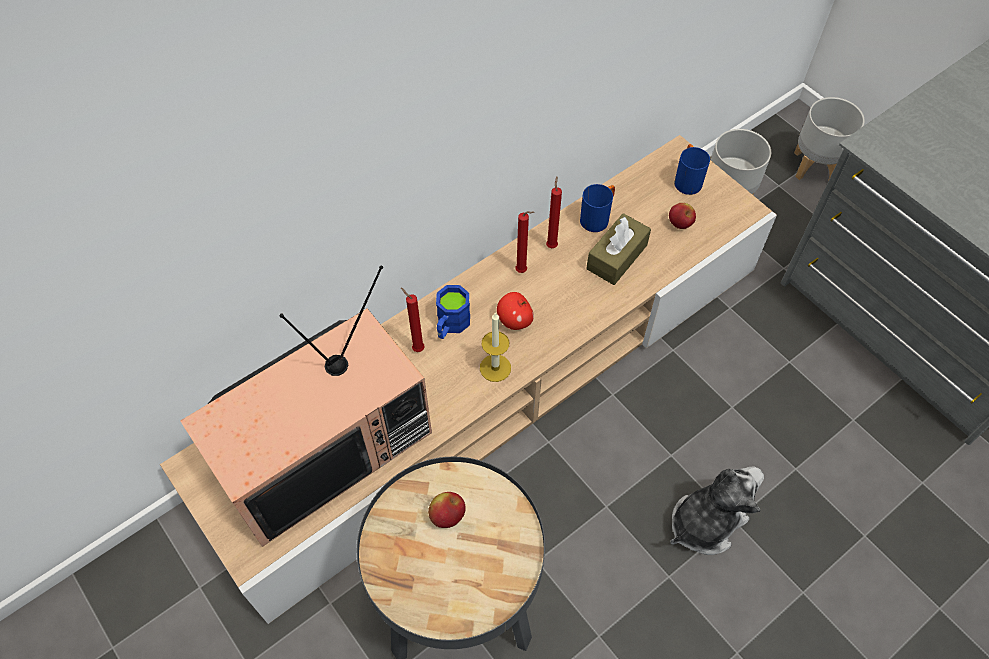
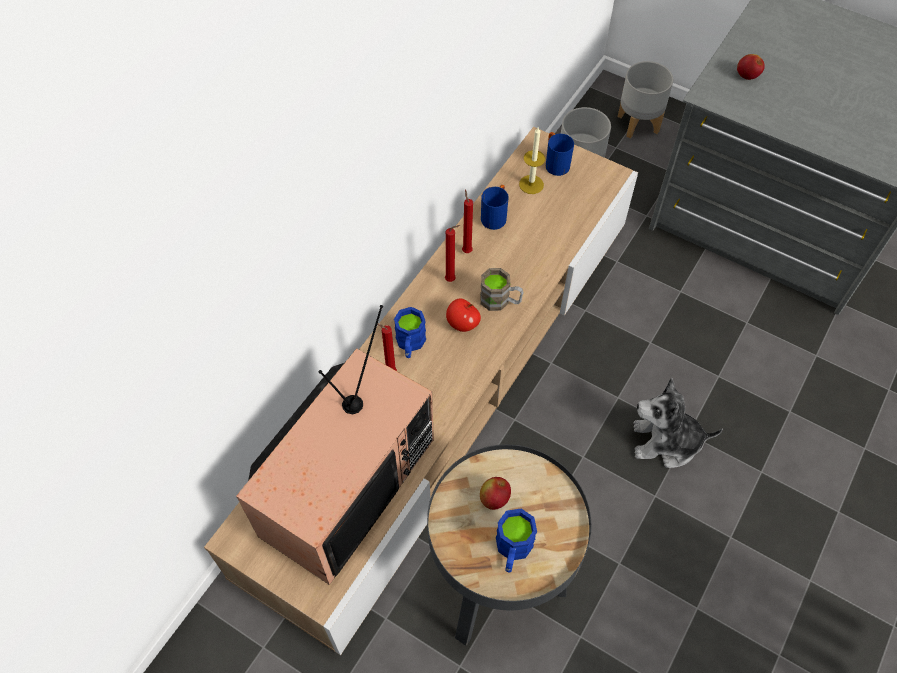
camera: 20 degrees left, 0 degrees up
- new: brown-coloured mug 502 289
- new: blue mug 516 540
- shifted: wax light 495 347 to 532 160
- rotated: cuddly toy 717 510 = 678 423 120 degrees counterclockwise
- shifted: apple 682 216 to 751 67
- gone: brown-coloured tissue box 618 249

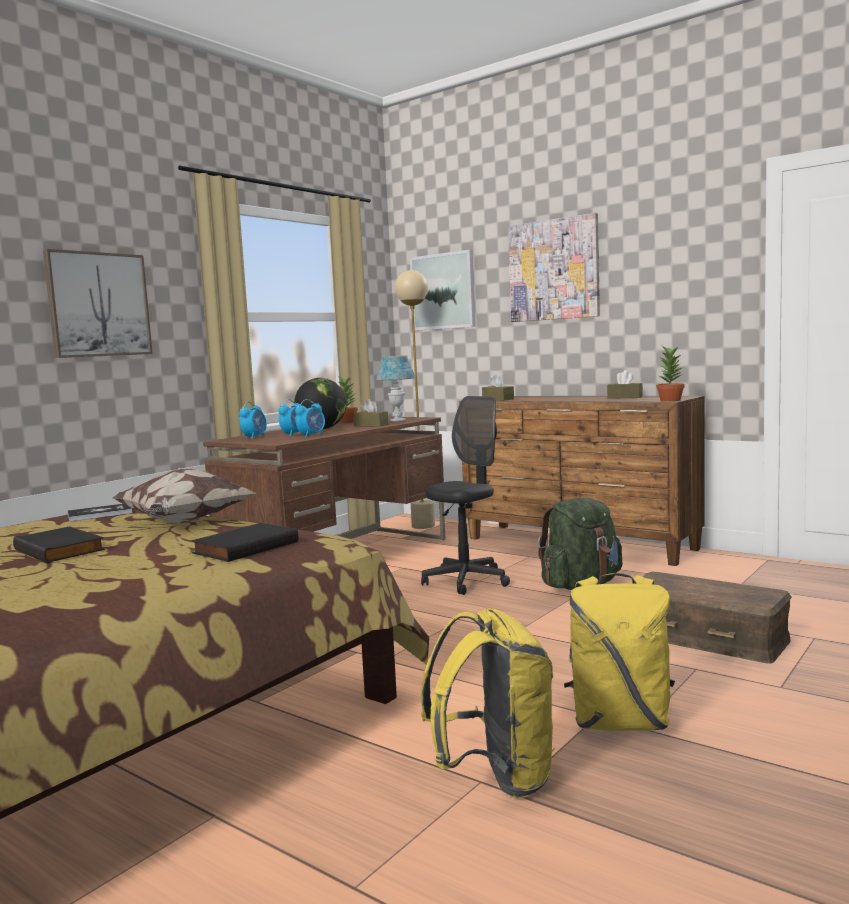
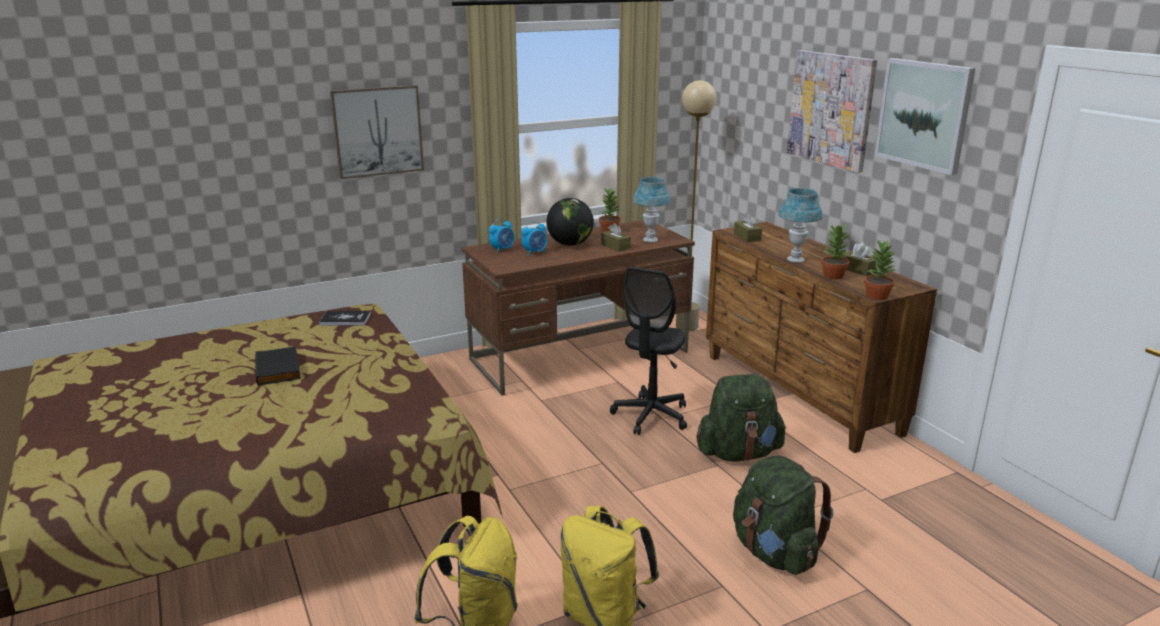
camera: 25 degrees right, 15 degrees up
- rotated: blackish computer chair 465 495 = 648 351 135 degrees clockwise
- swapped: brown-coloured storage bin 717 618 to greenish rucksack 783 515
- new: blue lamp for a table 801 225
- new: plant in a pot 835 252
- shifted: wall art 443 290 to 925 116
- gone: cushion 184 495
- gone: blackish book 244 542
- gone: alarm clock 310 418

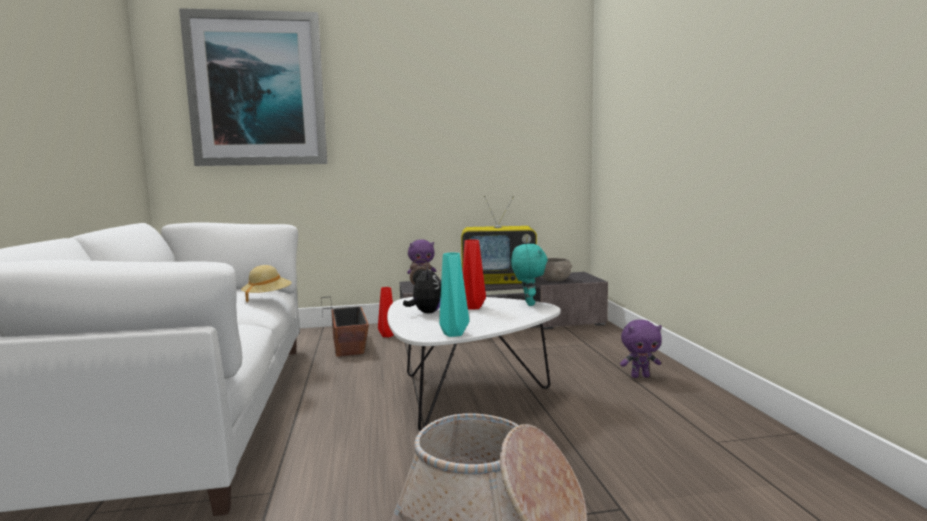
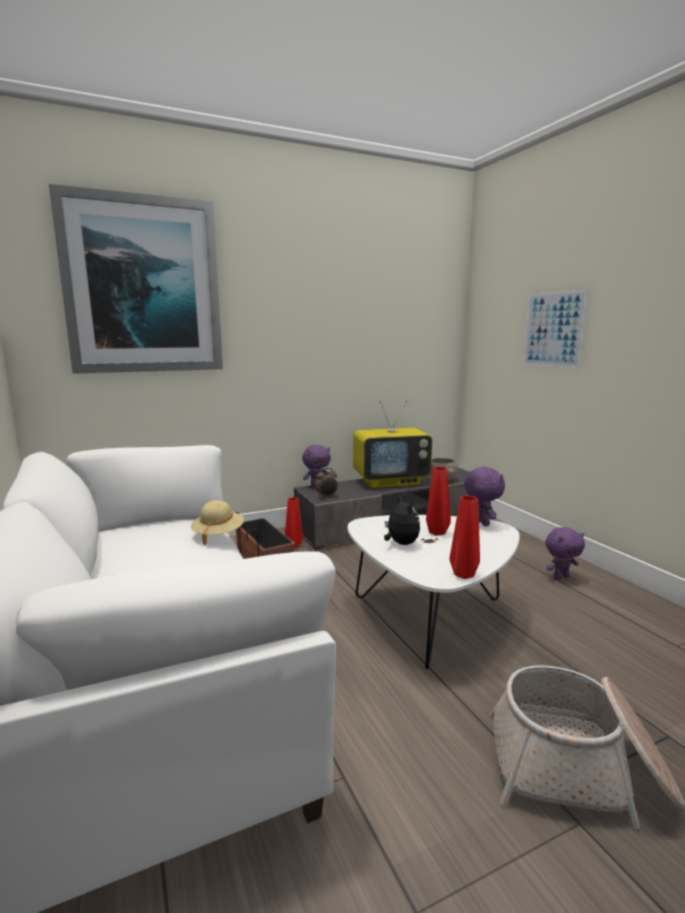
camera: 15 degrees left, 5 degrees up
- repainted: turquoise vase 454 295 to red-coloured vase 465 537
- repainted: turquoise cuddly toy 529 275 to purple-coloured cuddly toy 484 496
- new: wall art 555 329

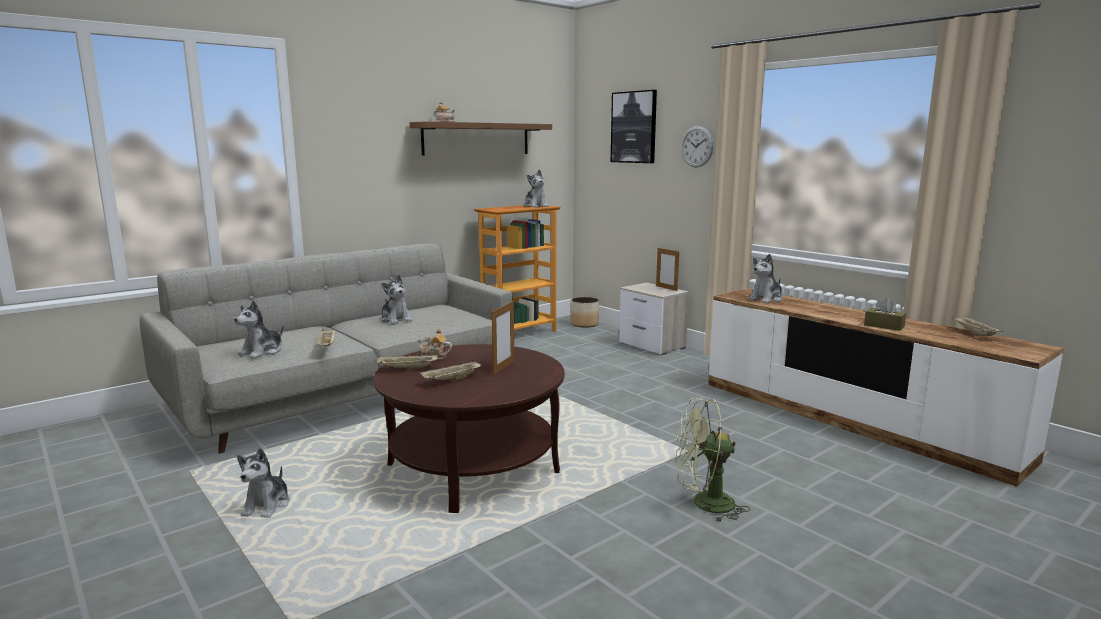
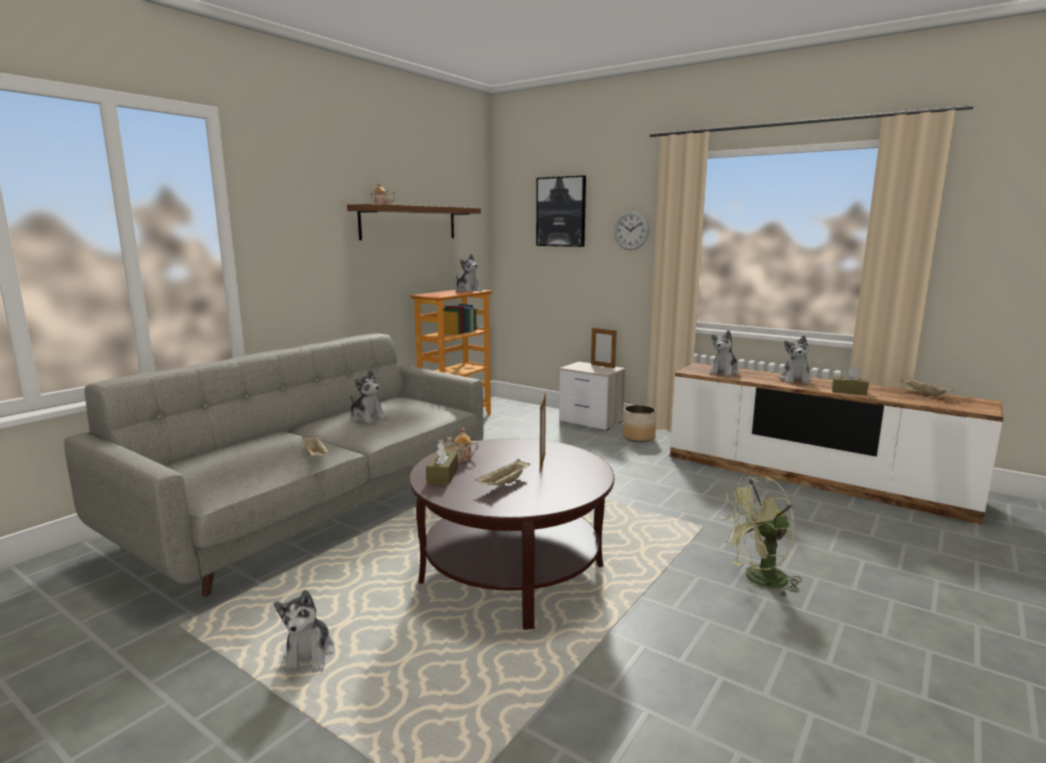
camera: 15 degrees left, 0 degrees up
- swapped: beige-coloured carrying tray 407 362 to brown-coloured tissue box 442 463
- shifted: planter 585 312 to 639 423
- shifted: cuddly toy 259 329 to 795 359

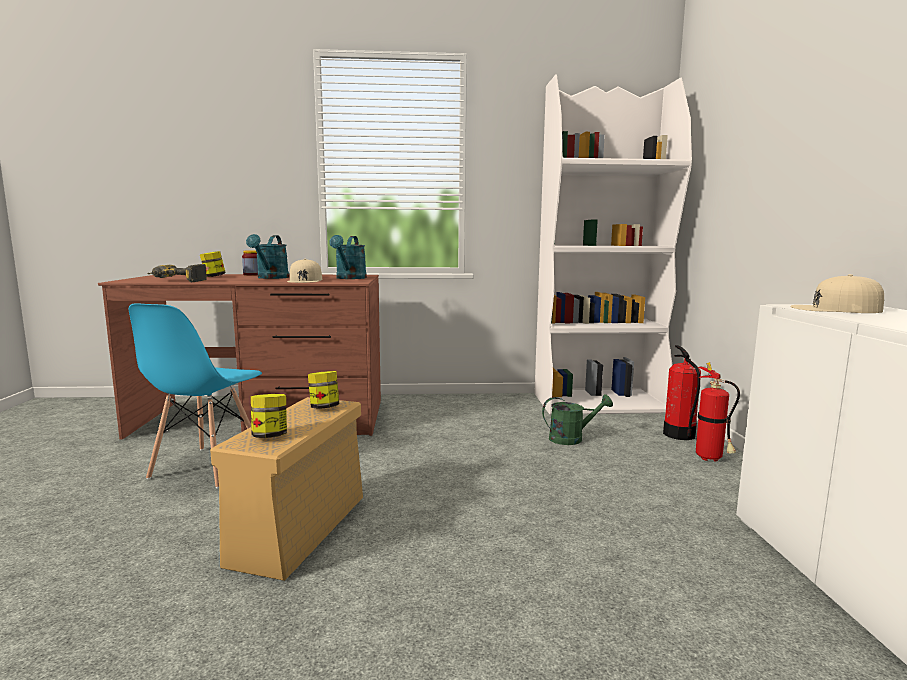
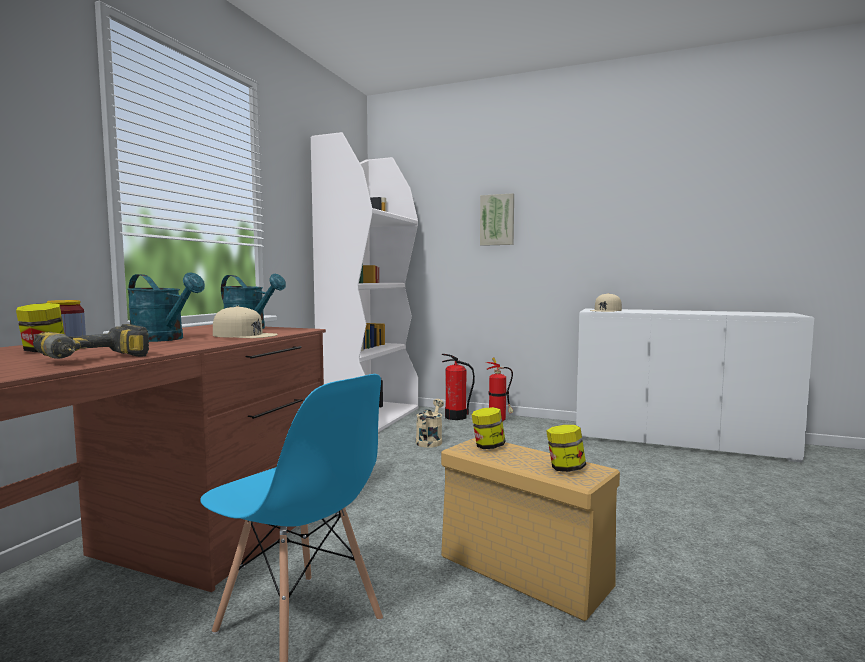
camera: 65 degrees left, 5 degrees down
- repainted: greenish watering can 577 419 to beige-coloured watering can 430 423
- new: wall art 497 219

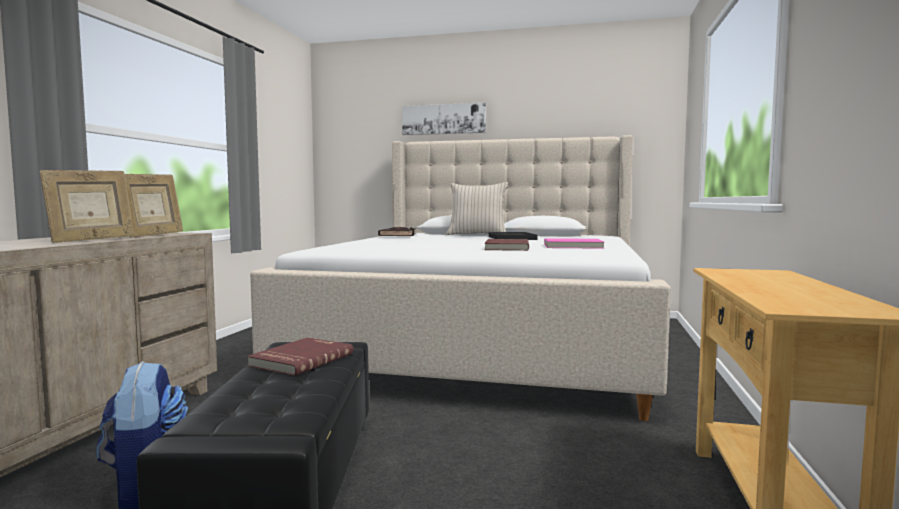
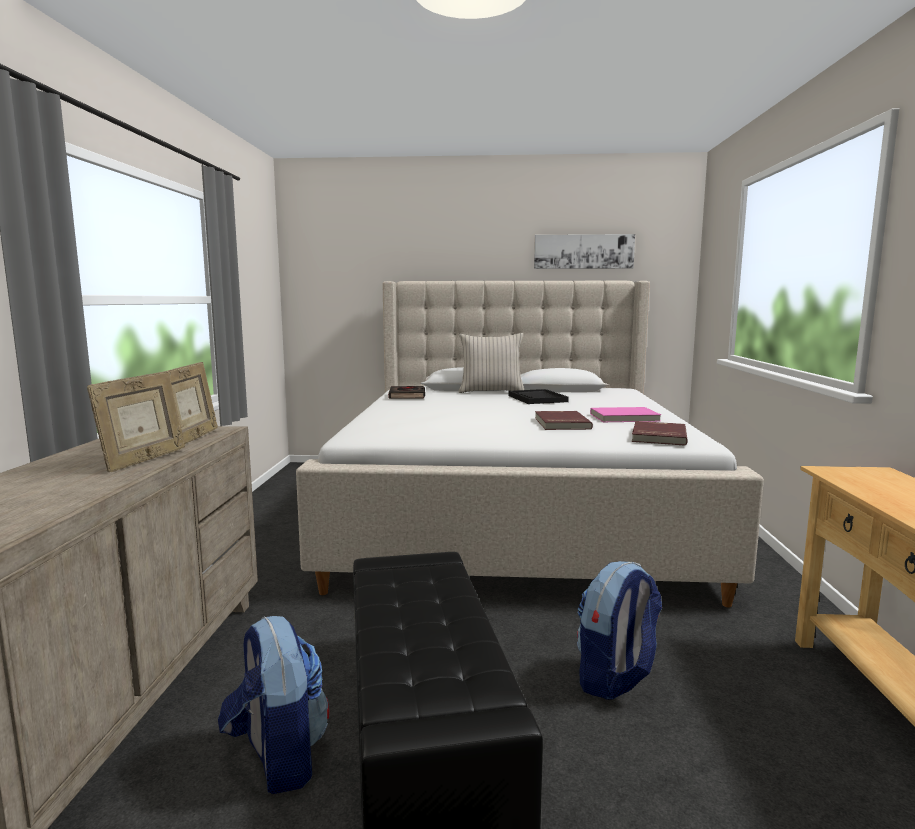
camera: 10 degrees left, 5 degrees up
- shifted: wall art 444 119 to 584 251
- new: rucksack 619 630
- shifted: red-coloured book 300 356 to 660 433

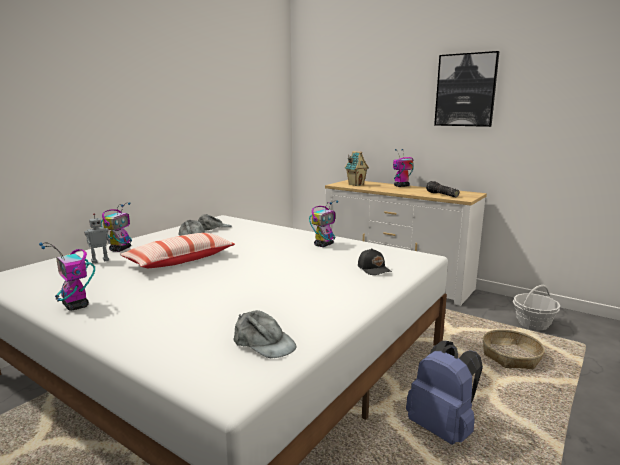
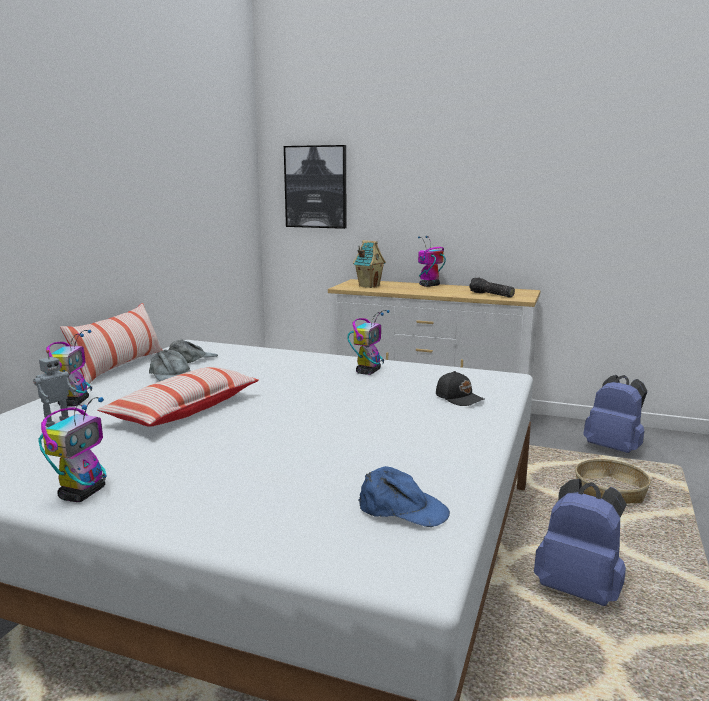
camera: 15 degrees left, 0 degrees up
- rotated: robot figure 67 276 = 72 449 105 degrees counterclockwise
- new: cushion 111 344
- shifted: wall art 466 89 to 315 187
- repainted: grey baseball cap 265 334 to blue baseball cap 404 496
- swapped: storage basket 536 307 to blue rucksack 615 414

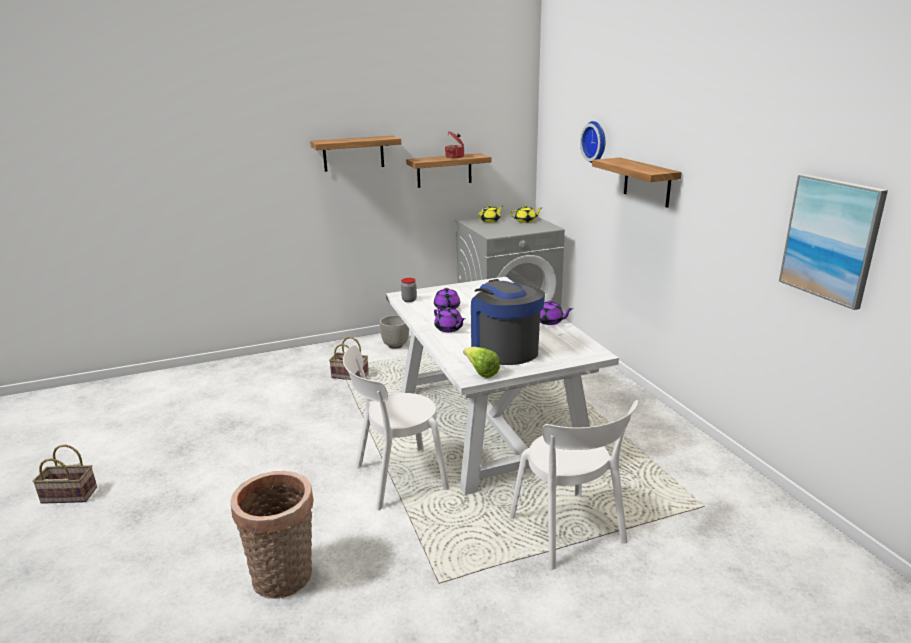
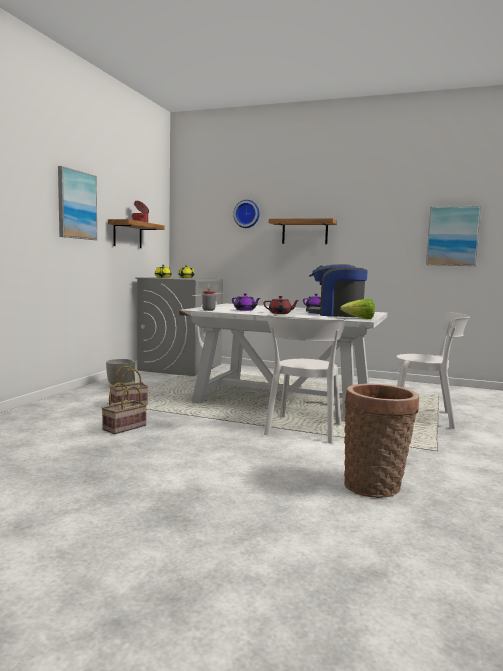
camera: 50 degrees left, 15 degrees down
- swapped: shelf 355 154 to wall art 77 203
- shifted: storage basket 64 474 to 124 408
- repainted: purple-coloured teapot 449 319 to red-coloured teapot 281 305

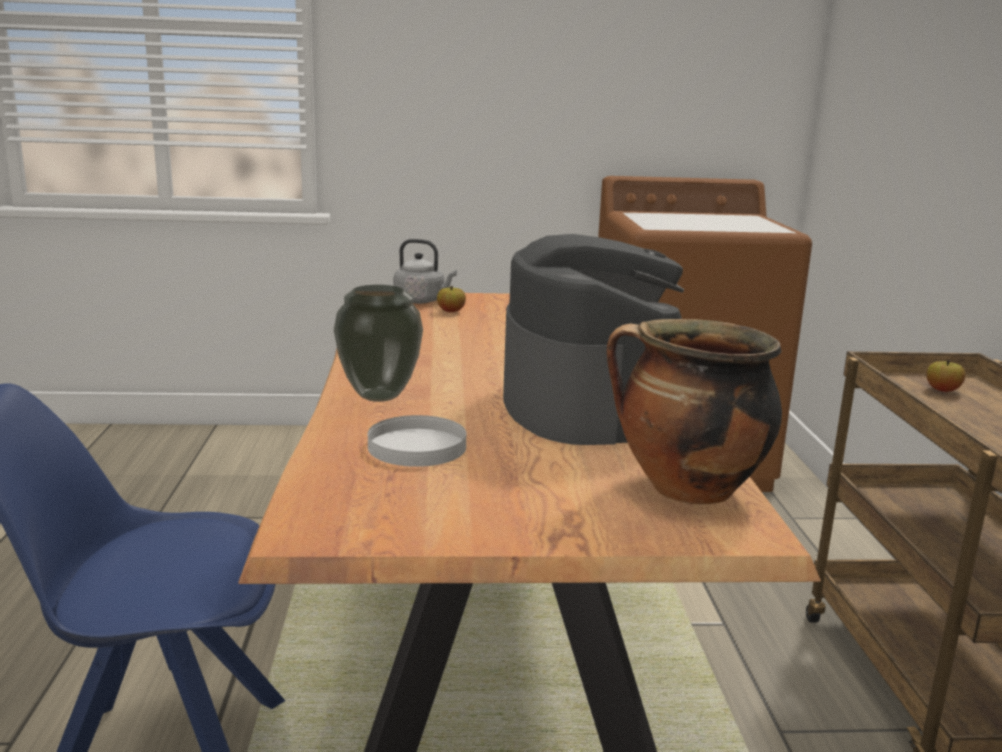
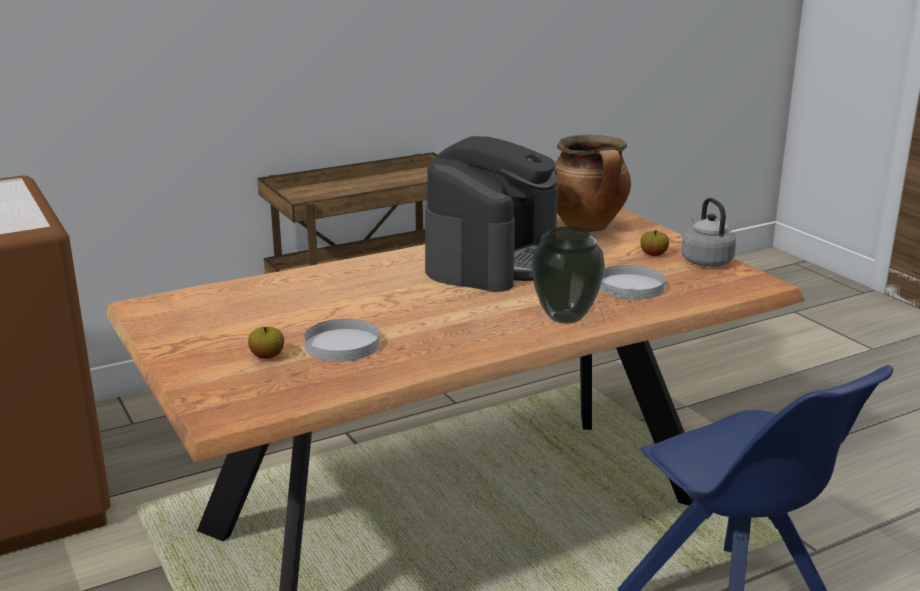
camera: 115 degrees left, 5 degrees up
- new: white-coloured plate 342 340
- rotated: coffee maker 593 339 = 491 214 150 degrees clockwise
- shifted: apple 945 376 to 654 243
- shifted: grey water kettle 425 271 to 708 232

